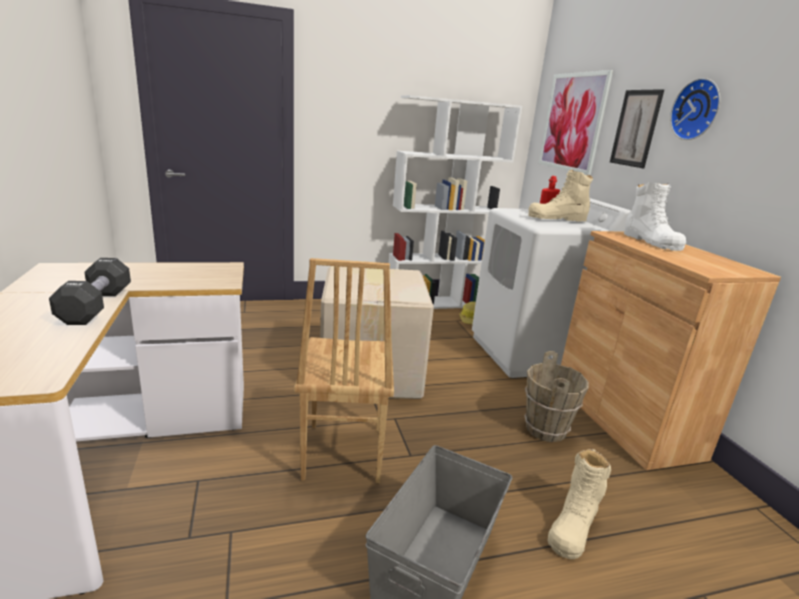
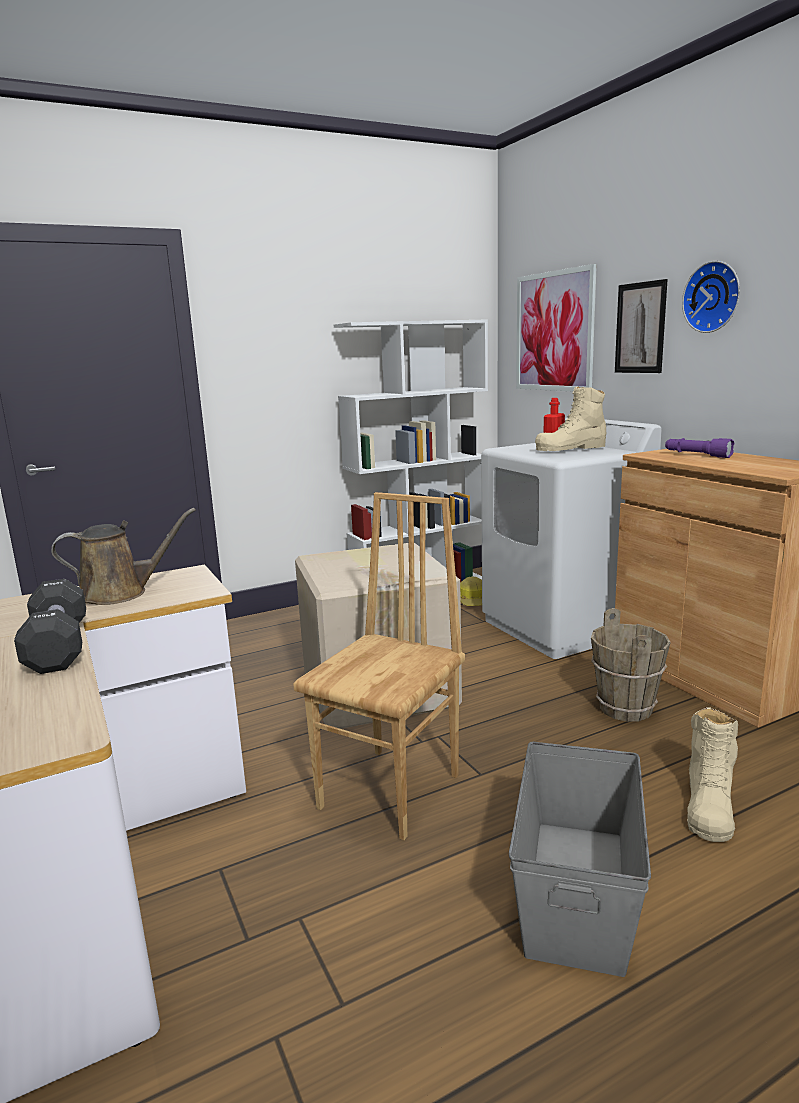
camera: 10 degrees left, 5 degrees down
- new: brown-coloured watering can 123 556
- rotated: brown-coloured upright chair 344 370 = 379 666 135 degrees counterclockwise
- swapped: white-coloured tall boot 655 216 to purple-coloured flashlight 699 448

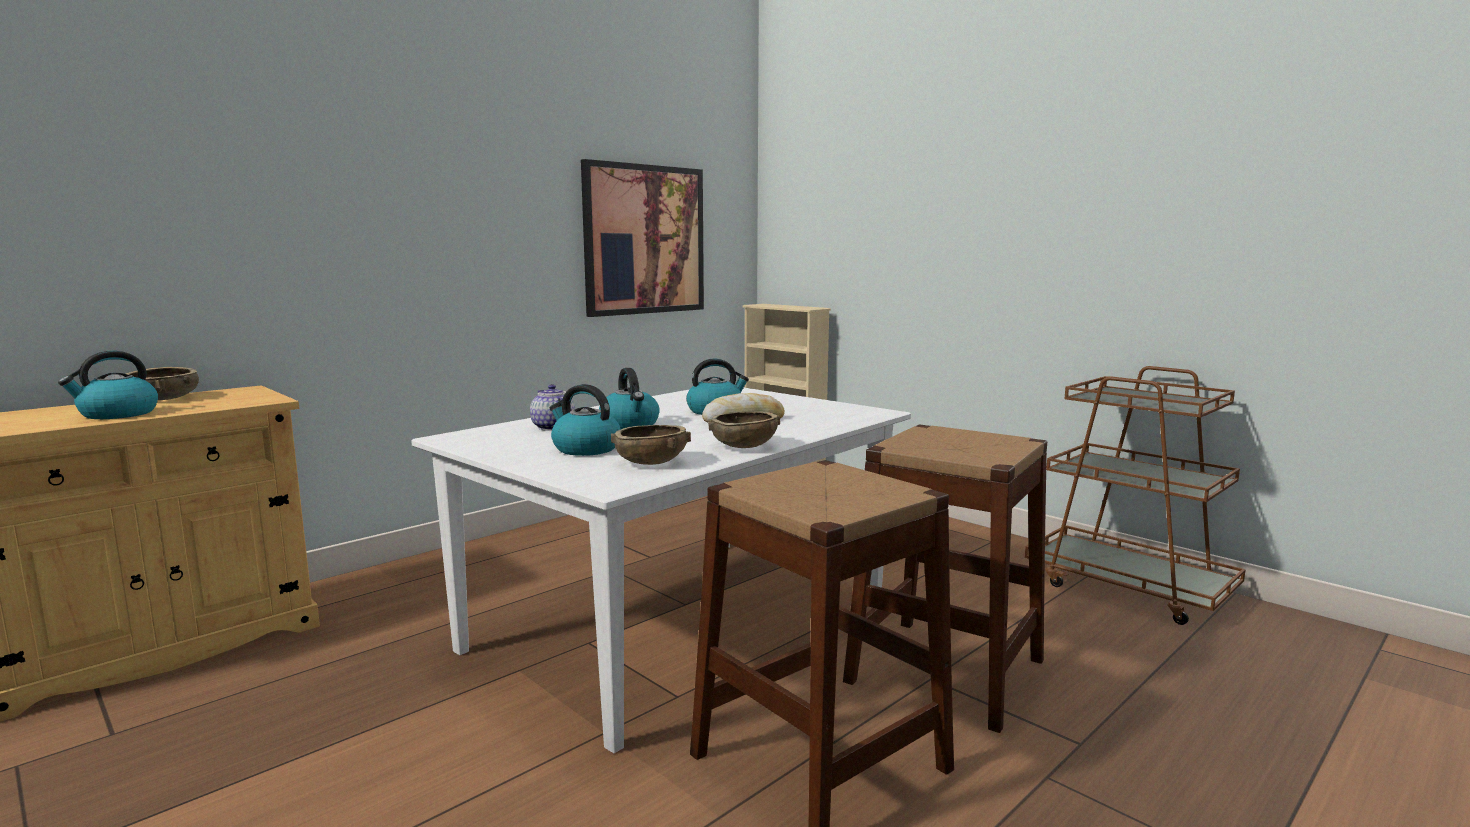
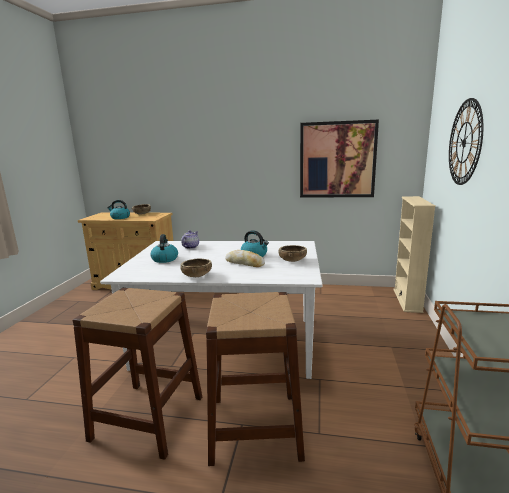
camera: 55 degrees right, 5 degrees up
- shifted: brown-coloured serving bowl 651 445 to 292 253
- new: hanging clock 466 141
- gone: water kettle 629 398

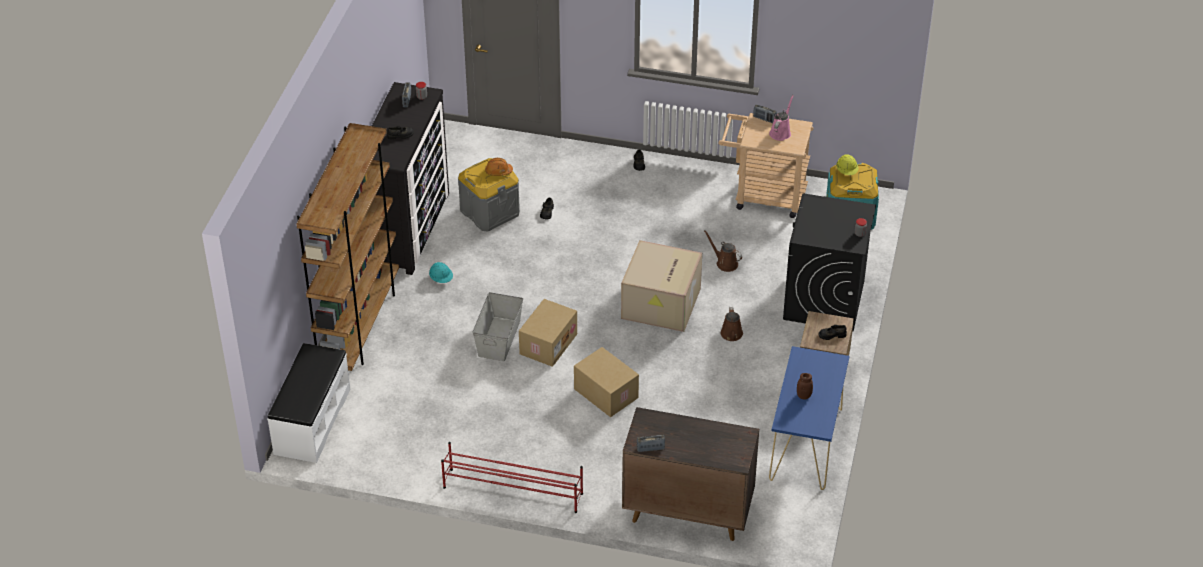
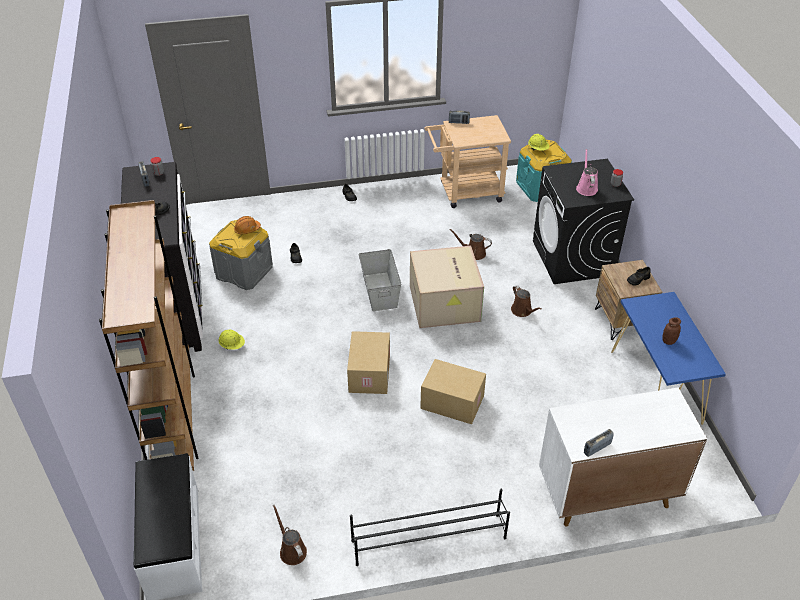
camera: 25 degrees left, 0 degrees up
- repainted: turquoise hard hat 441 272 to yellow hard hat 231 340
- new: brown-coloured watering can 290 535
- repainted: red-coloured shoe rack 512 477 to blackish shoe rack 430 527
- shifted: grey storage bin 498 326 to 380 280
- repainted: brown-coloured storage cabinet 690 474 to white-coloured storage cabinet 623 457
- shifted: pink-coloured watering can 781 118 to 587 172

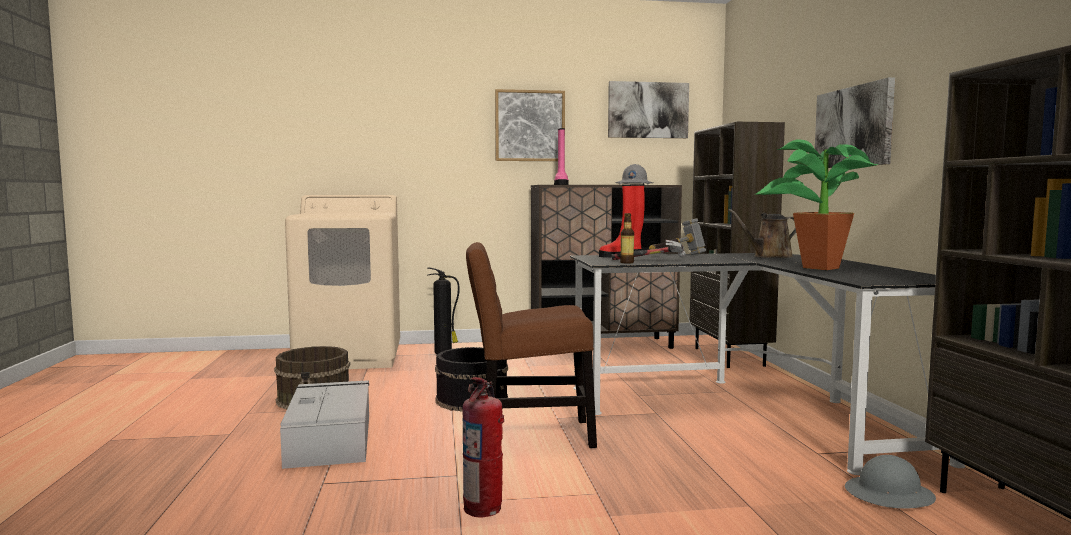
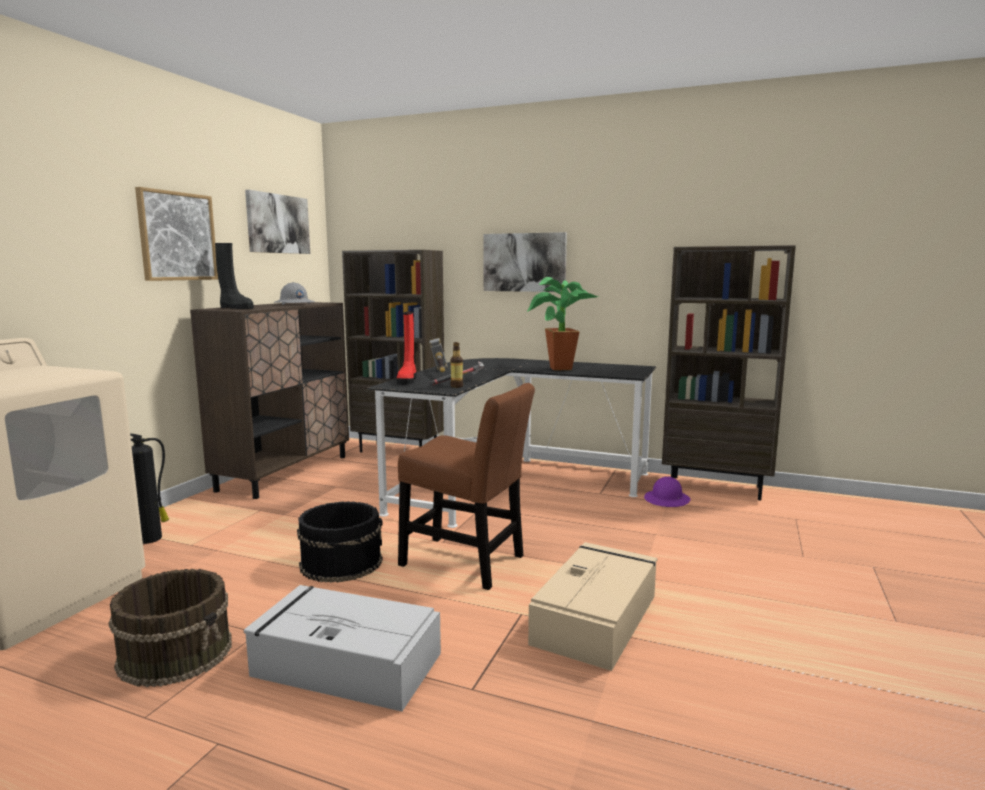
camera: 60 degrees left, 5 degrees up
- repainted: pink-coloured tall boot 561 156 to blackish tall boot 234 276
- rotated: brown-coloured upright chair 531 345 = 466 486 90 degrees counterclockwise
- swapped: extinguisher 483 447 to beige-coloured storage bin 593 606
- repainted: grey hard hat 890 482 to purple-coloured hard hat 667 492
- gone: brown-coloured watering can 762 233

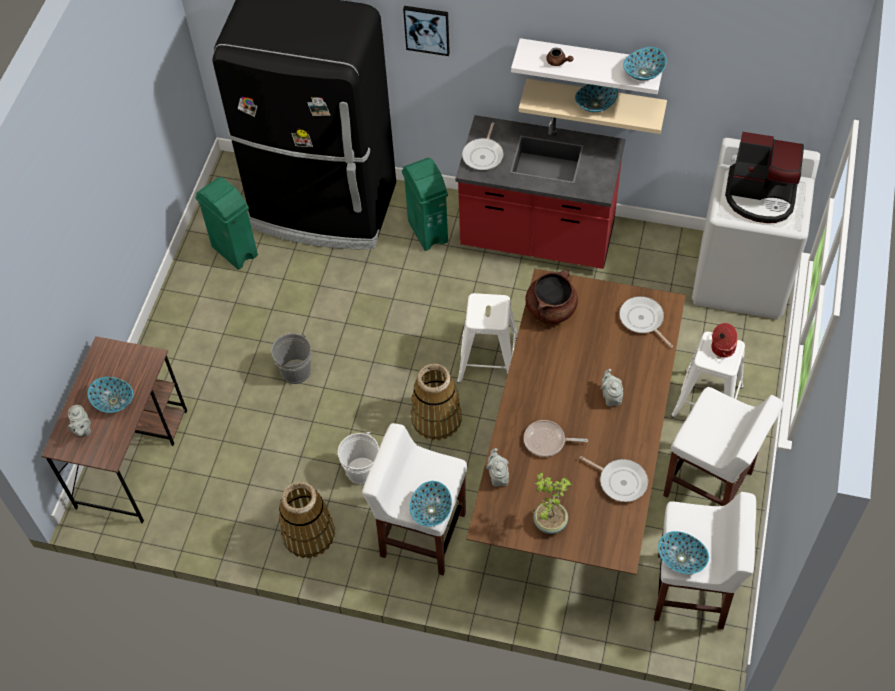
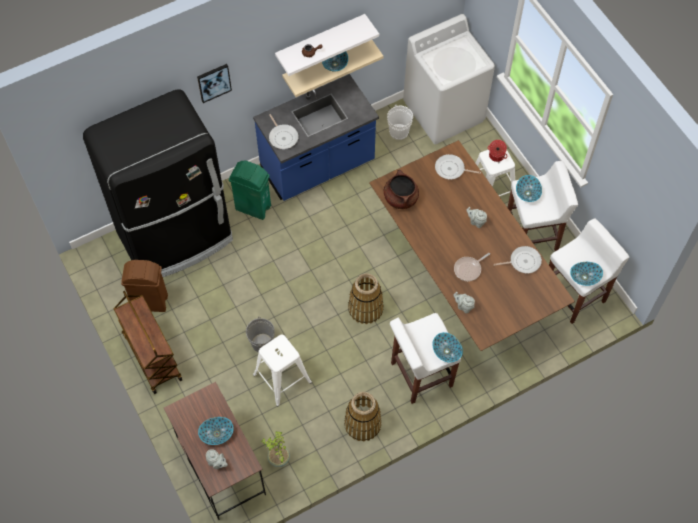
camera: 45 degrees left, 5 degrees up
- new: brown-coloured trolley 147 342
- repainted: greenish waste bin 226 223 to brown-coloured waste bin 144 286
- repainted: red-coloured kitchen counter 540 192 to blue kitchen counter 316 137
- shifted: white-coloured sitting stool 487 338 to 282 370
- shifted: plant in a pot 552 503 to 276 449
- shifted: white-coloured bucket 358 458 to 400 122
- shifted: serving bowl 645 64 to 529 188
- gone: coffee maker 764 177

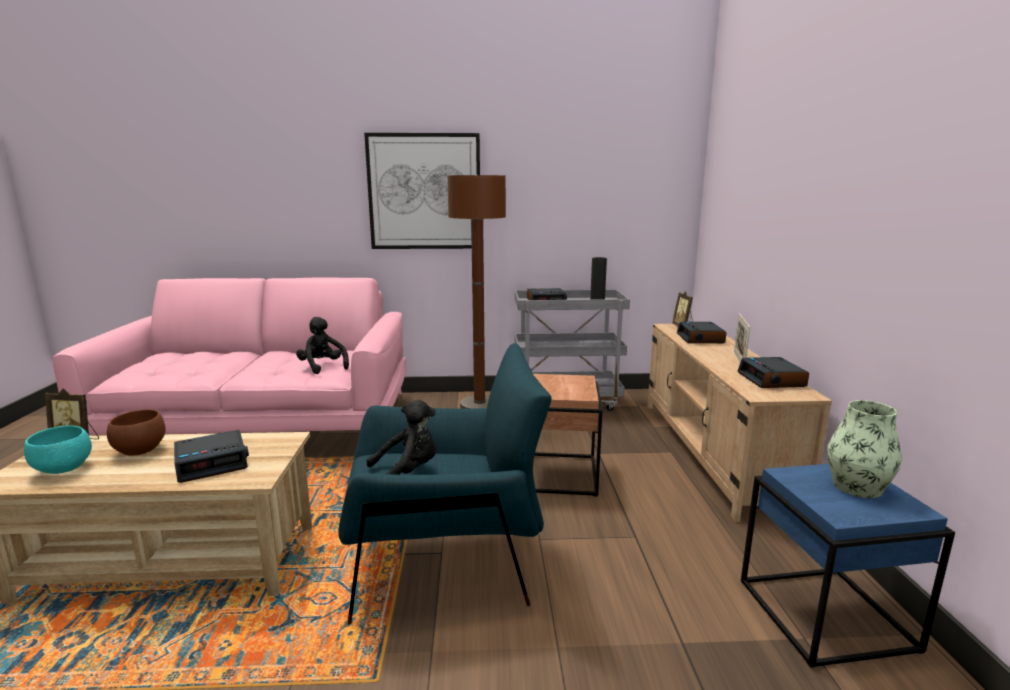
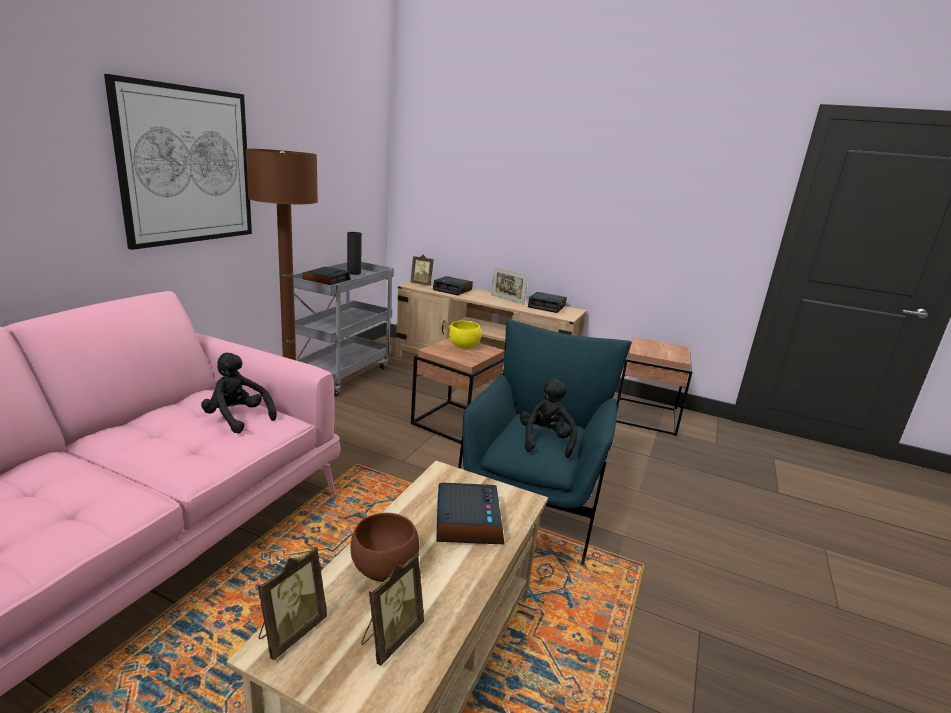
camera: 65 degrees left, 5 degrees up
- rotated: blackish cuddly toy 322 345 = 239 393 45 degrees clockwise
- swapped: turquoise serving bowl 58 449 to picture frame 392 609
- new: yellow serving bowl 465 335
- repainted: blue side table 848 566 to brown-coloured side table 654 386
- gone: vase 864 449

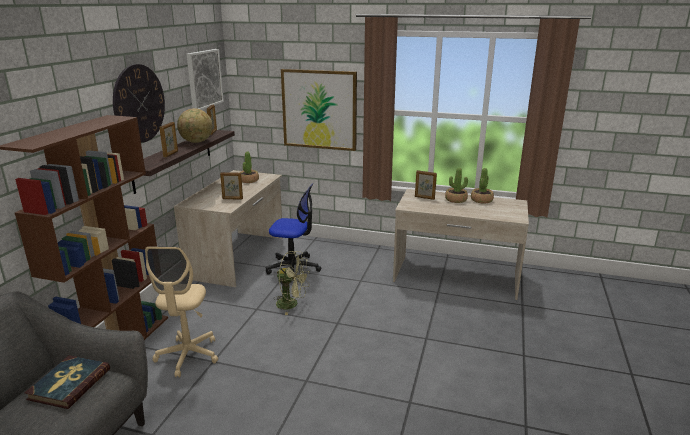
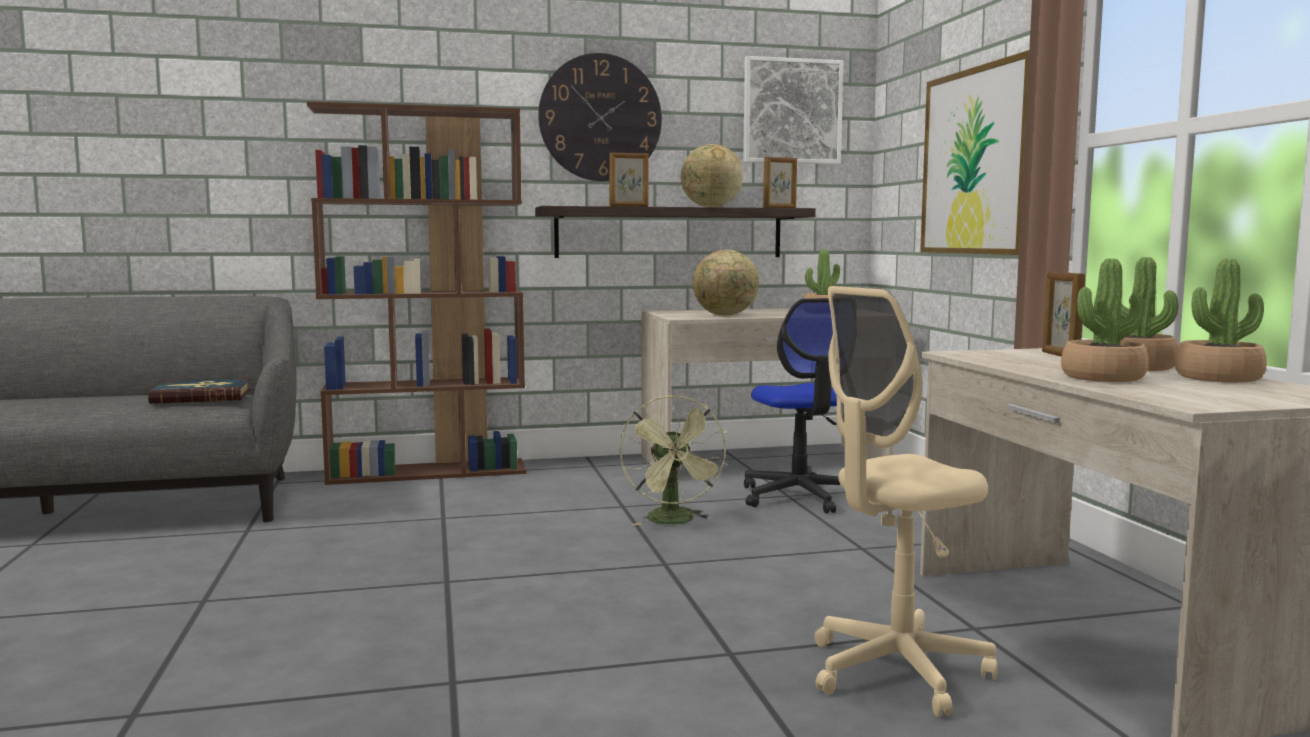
camera: 60 degrees right, 15 degrees down
- swapped: picture frame 231 186 to desk globe 726 283
- shifted: beige-coloured computer chair 181 311 to 906 501
- new: plant in a pot 1104 320

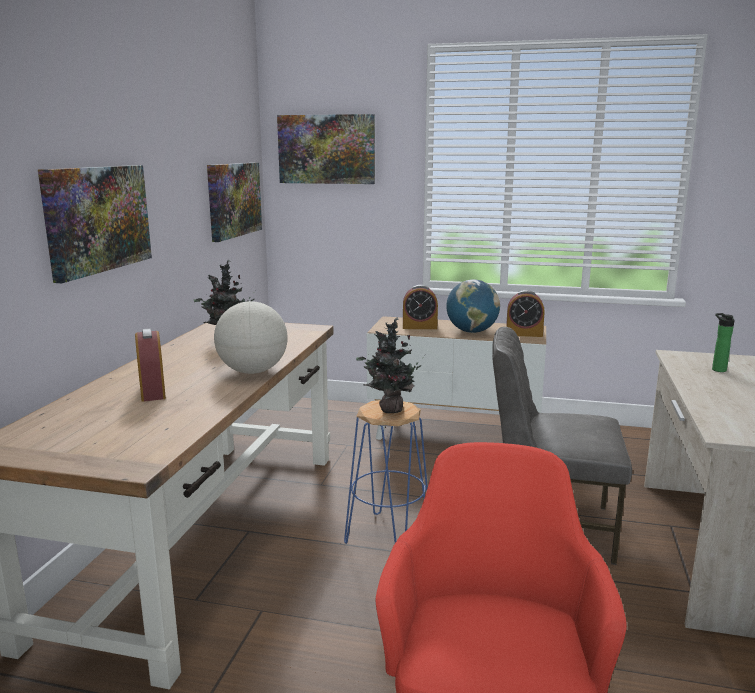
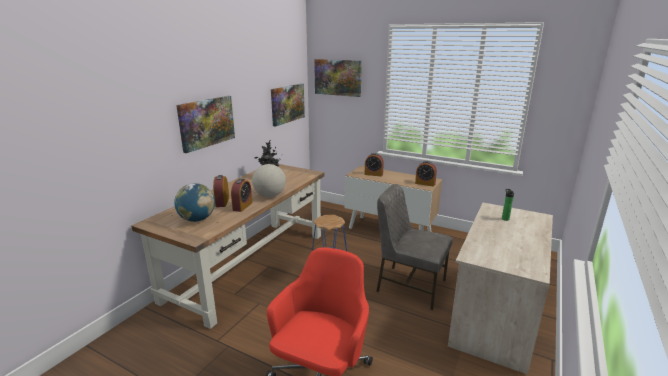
camera: 15 degrees right, 5 degrees up
- shifted: desk globe 473 306 to 194 202
- new: alarm clock 241 195
- gone: plant in a pot 390 365

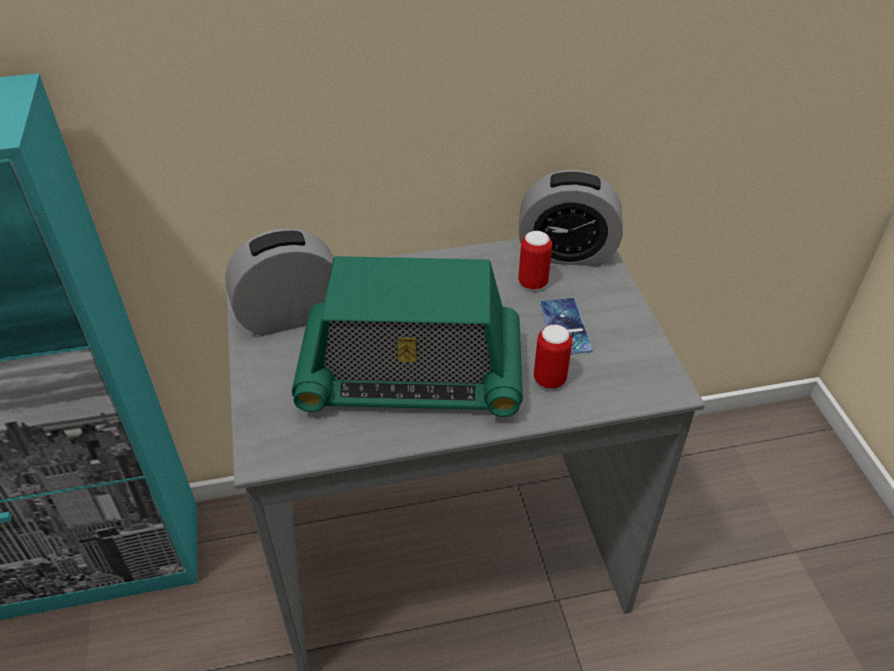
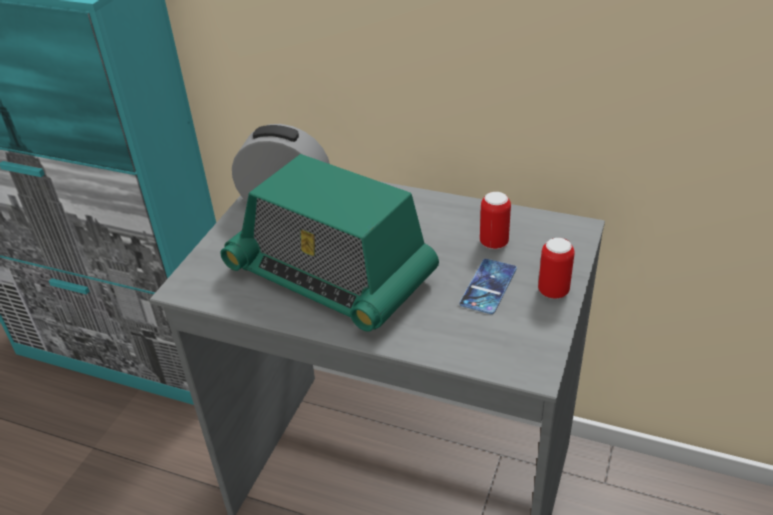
camera: 35 degrees right, 5 degrees down
- shifted: sealed can 553 356 to 556 268
- gone: alarm clock 571 218

